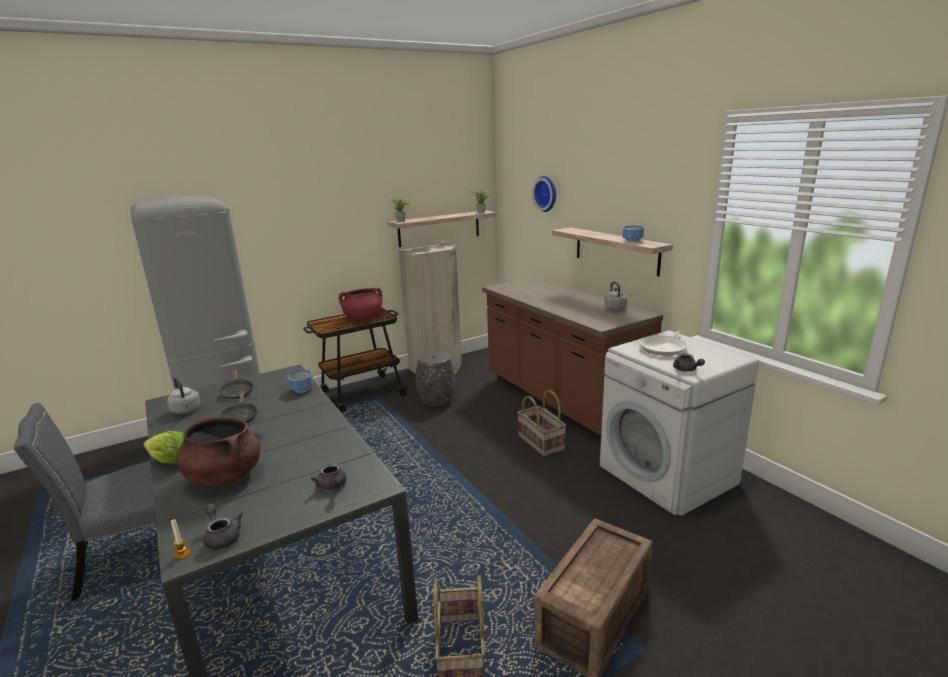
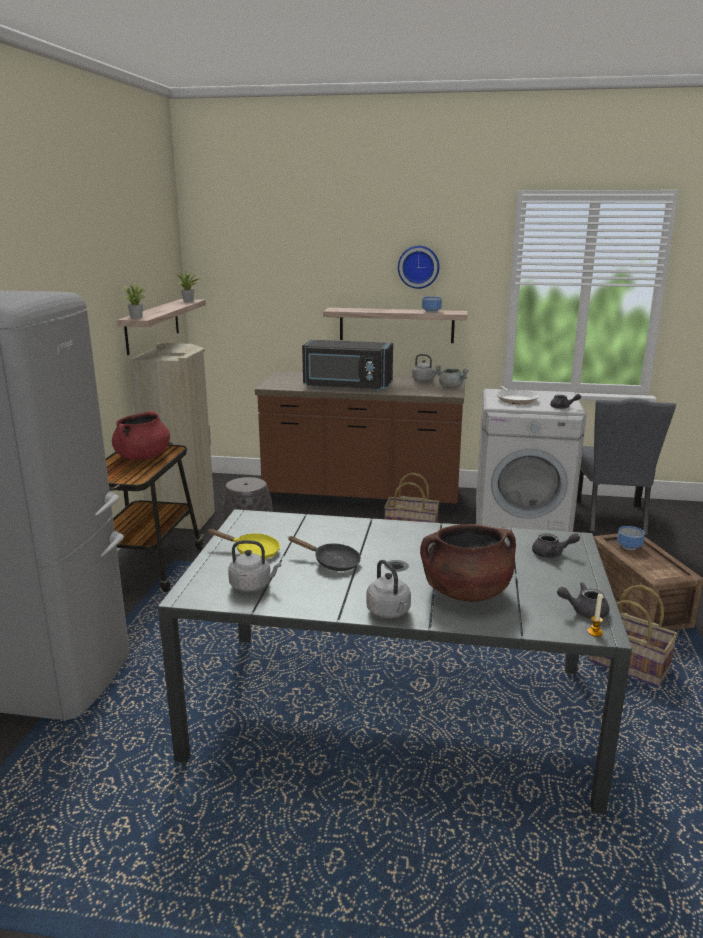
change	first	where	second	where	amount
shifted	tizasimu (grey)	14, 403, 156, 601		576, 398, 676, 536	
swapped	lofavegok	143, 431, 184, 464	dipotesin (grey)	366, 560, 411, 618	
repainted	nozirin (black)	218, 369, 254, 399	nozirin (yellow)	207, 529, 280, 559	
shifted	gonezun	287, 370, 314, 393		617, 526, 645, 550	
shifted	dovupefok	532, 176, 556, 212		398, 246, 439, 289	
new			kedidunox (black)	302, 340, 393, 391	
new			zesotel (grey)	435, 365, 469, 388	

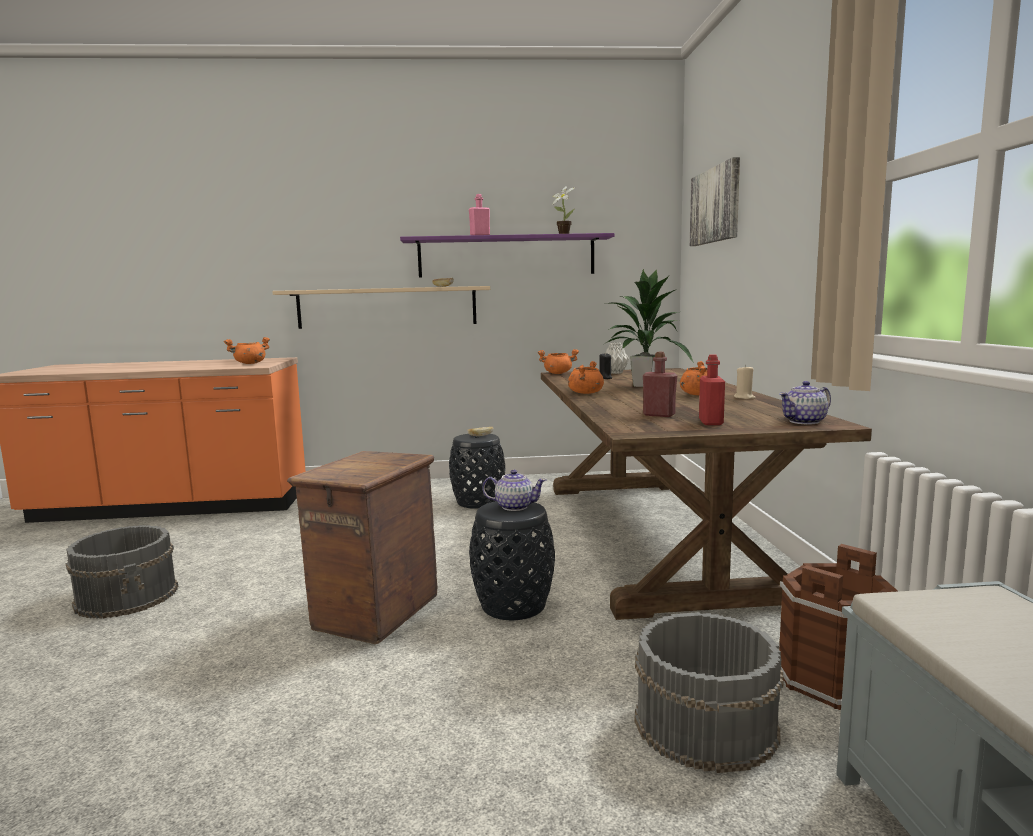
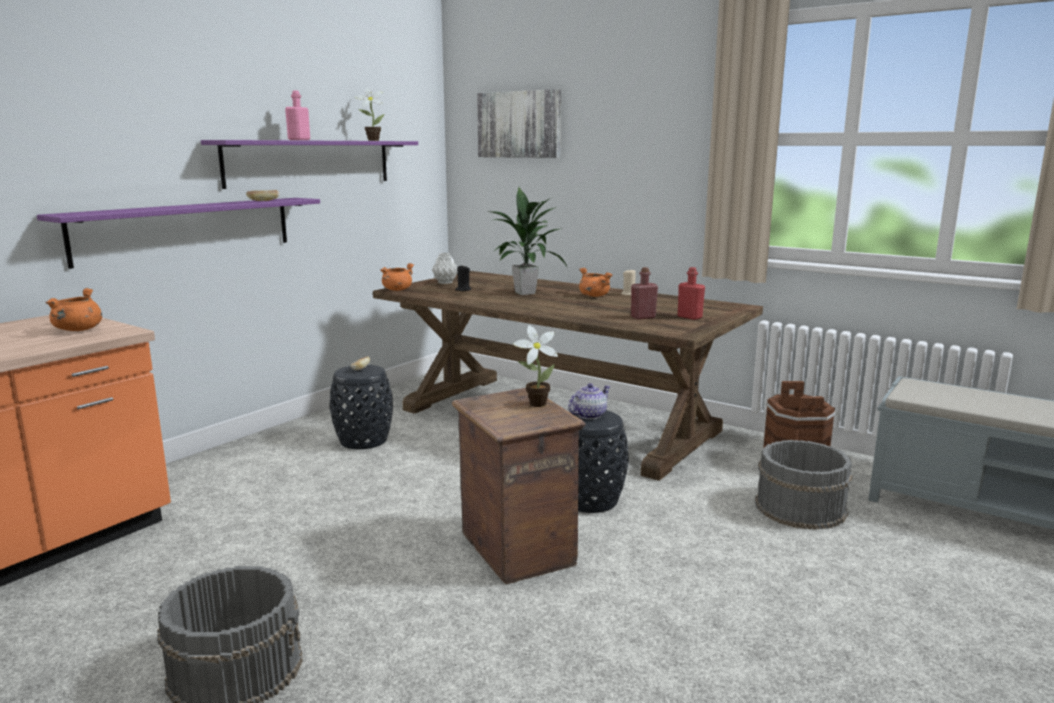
change	first	where	second	where	amount
repainted	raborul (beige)	272, 286, 490, 329	raborul (purple)	37, 198, 320, 269	
gone	zesotel (orange)	568, 361, 604, 394			
gone	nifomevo	779, 381, 831, 424			
new			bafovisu	513, 325, 558, 407	

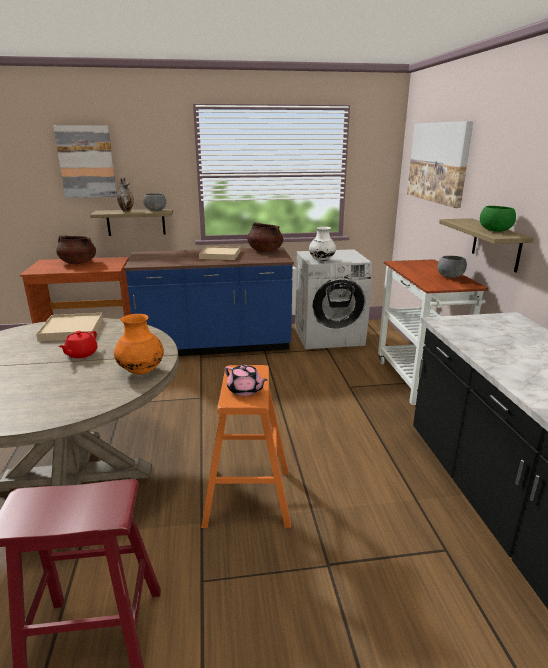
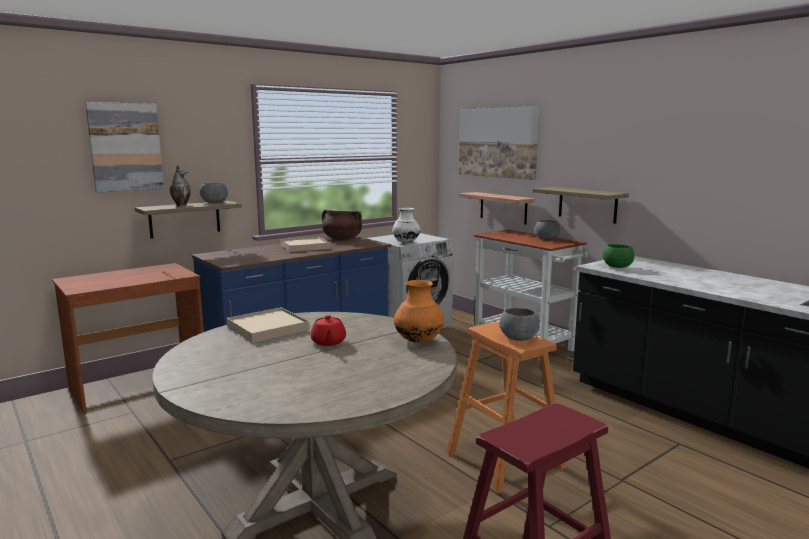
change	first	where	second	where	amount
gone	zesotel (brown)	56, 235, 96, 264			
swapped	nifomevo (pink)	225, 365, 268, 396	gonezun (grey)	499, 308, 540, 341	
shifted	gonezun (green)	480, 206, 516, 232		602, 244, 635, 268	
new			raborul	459, 192, 536, 225	

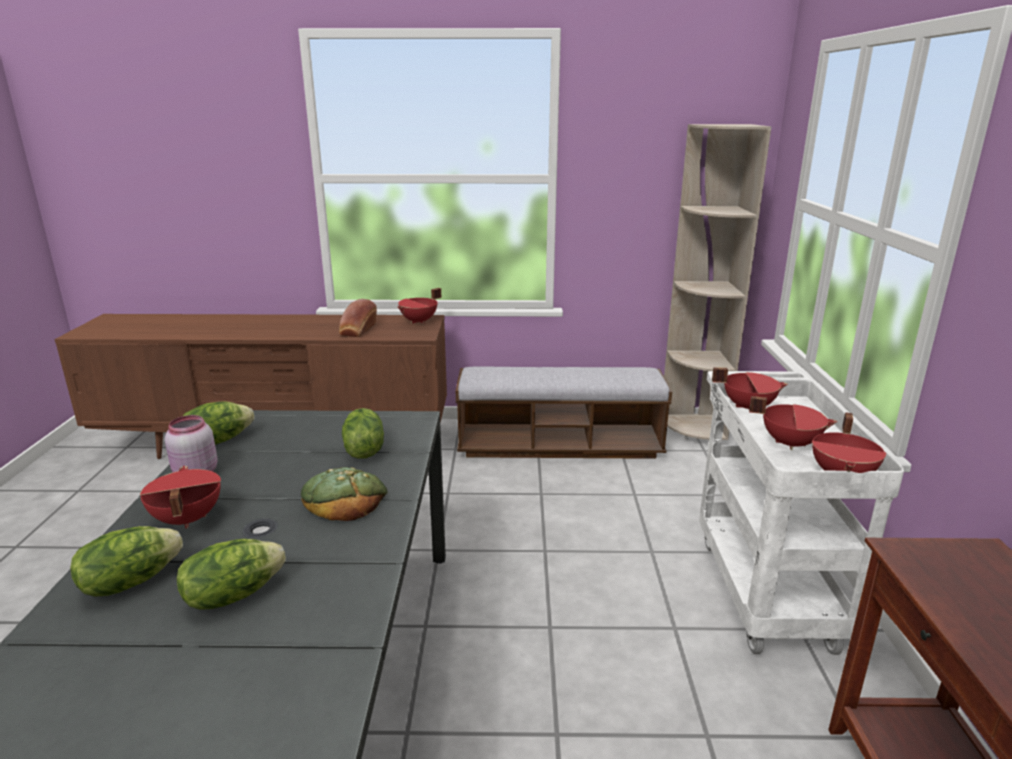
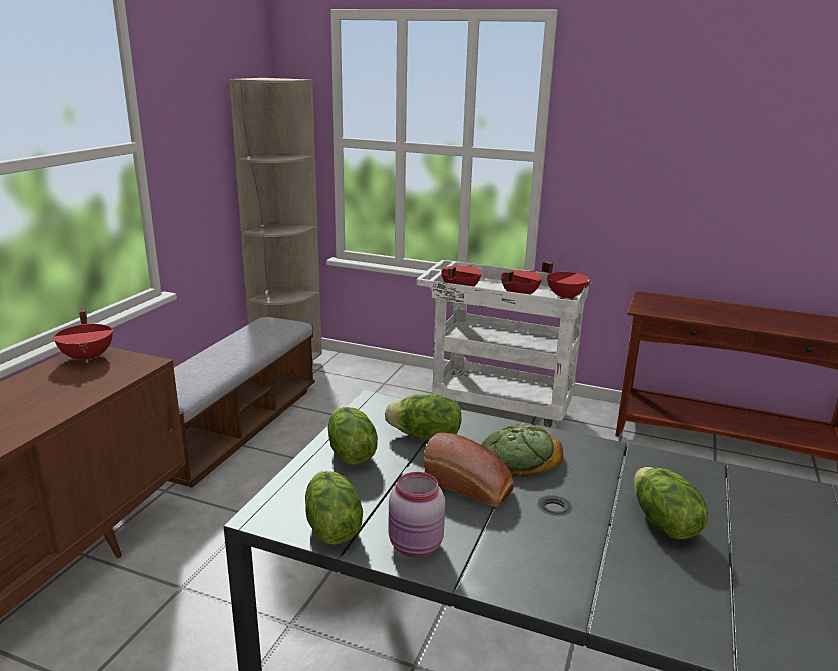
change	first	where	second	where	amount
shifted	lofavegok	70, 526, 183, 597		328, 407, 378, 465	
gone	zesotel (red)	140, 466, 221, 529			
shifted	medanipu	339, 299, 377, 337		423, 432, 514, 507	

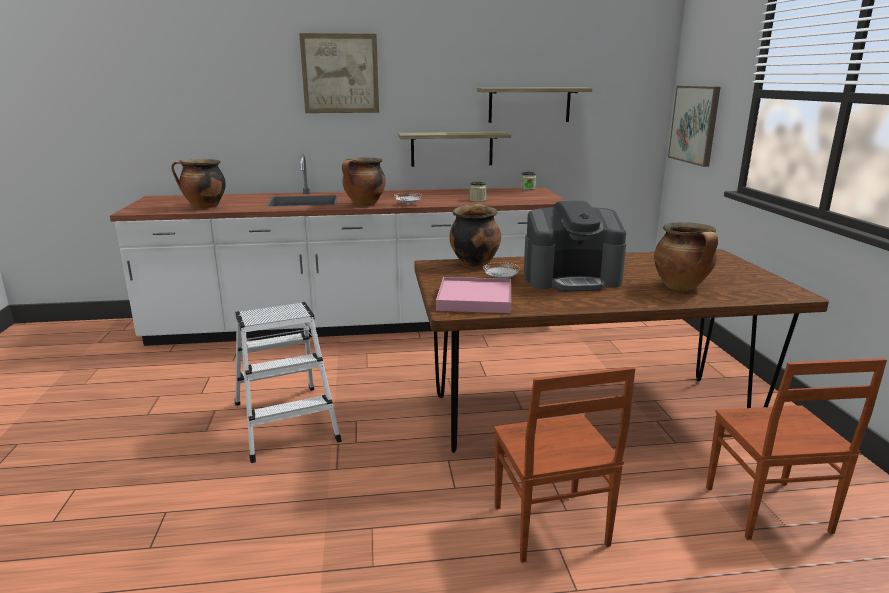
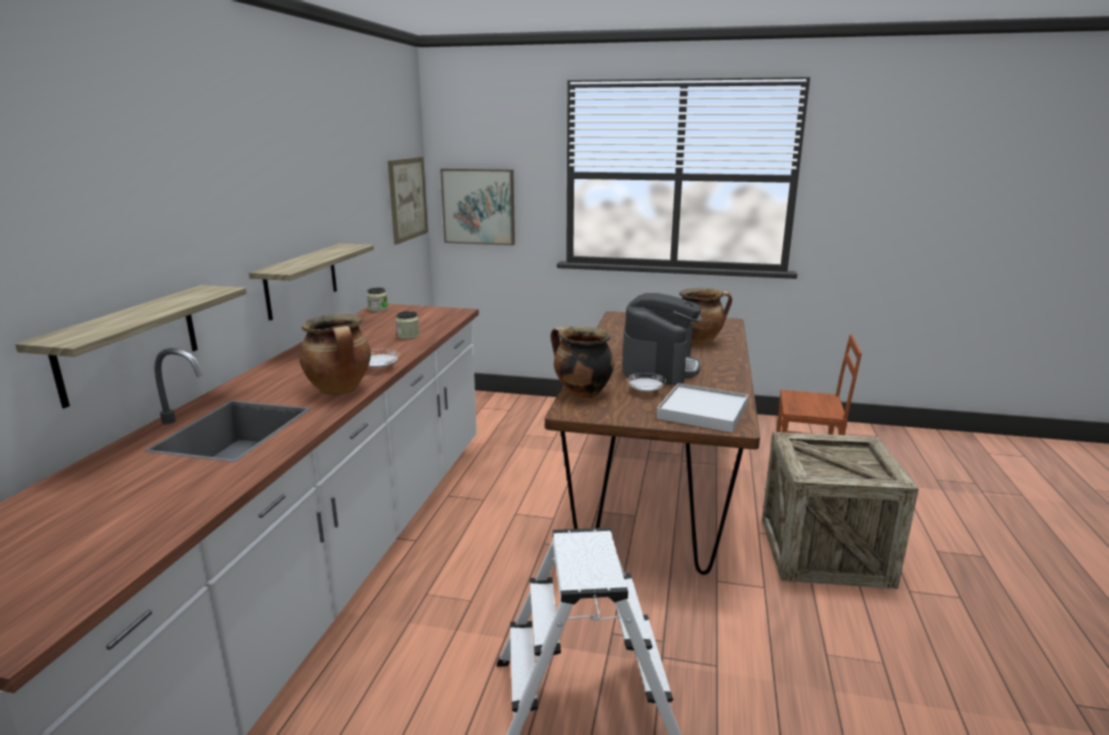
change	first	where	second	where	amount
gone	zesotel	171, 159, 226, 209			
shifted	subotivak	299, 33, 379, 113		388, 157, 428, 244	
repainted	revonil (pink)	436, 277, 511, 313	revonil (white)	656, 383, 748, 433	
shifted	raborul	477, 87, 592, 123		15, 285, 247, 408	
swapped	tizasimu (brown)	494, 367, 636, 563	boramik	762, 432, 919, 589	

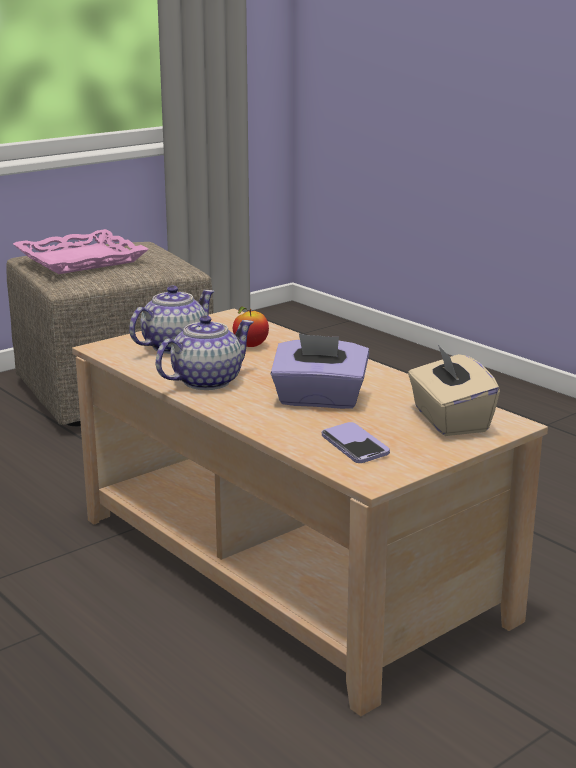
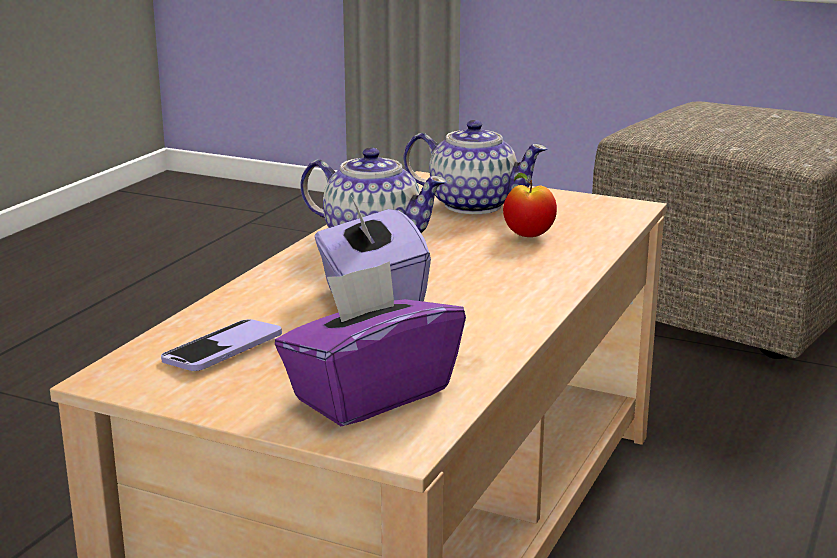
change	first	where	second	where	amount
gone	revonil (pink)	13, 229, 149, 274			
repainted	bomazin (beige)	408, 344, 500, 436	bomazin (purple)	275, 261, 466, 426	

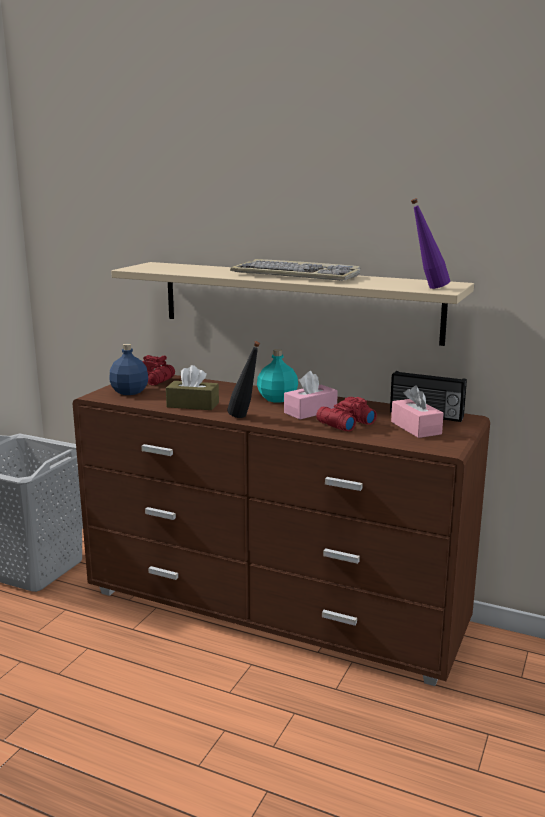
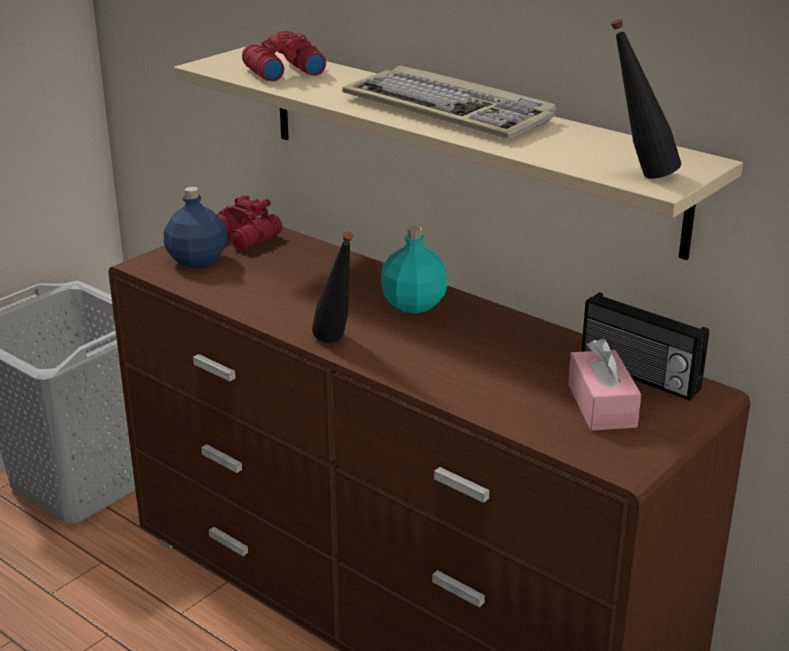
change	first	where	second	where	amount
gone	bomazin (brown)	166, 365, 219, 410			
gone	bomazin (pink)	284, 371, 338, 419			
shifted	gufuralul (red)	316, 397, 377, 431		242, 31, 326, 82	
repainted	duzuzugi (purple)	411, 198, 450, 289	duzuzugi (black)	610, 19, 681, 179	

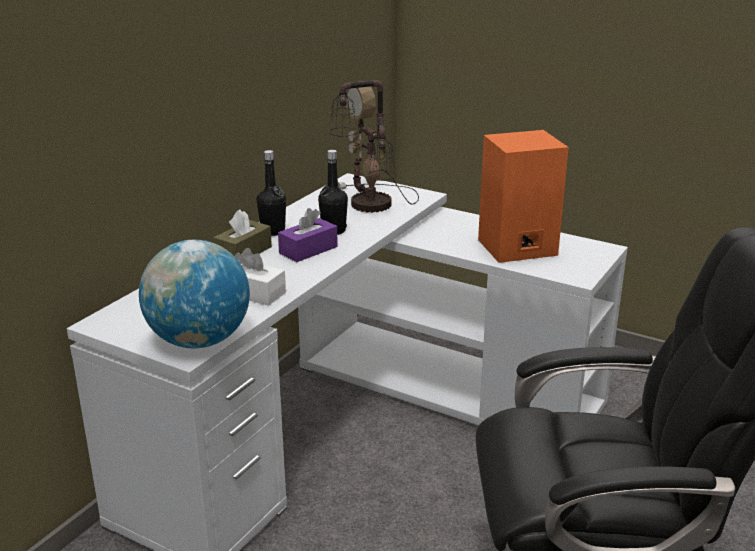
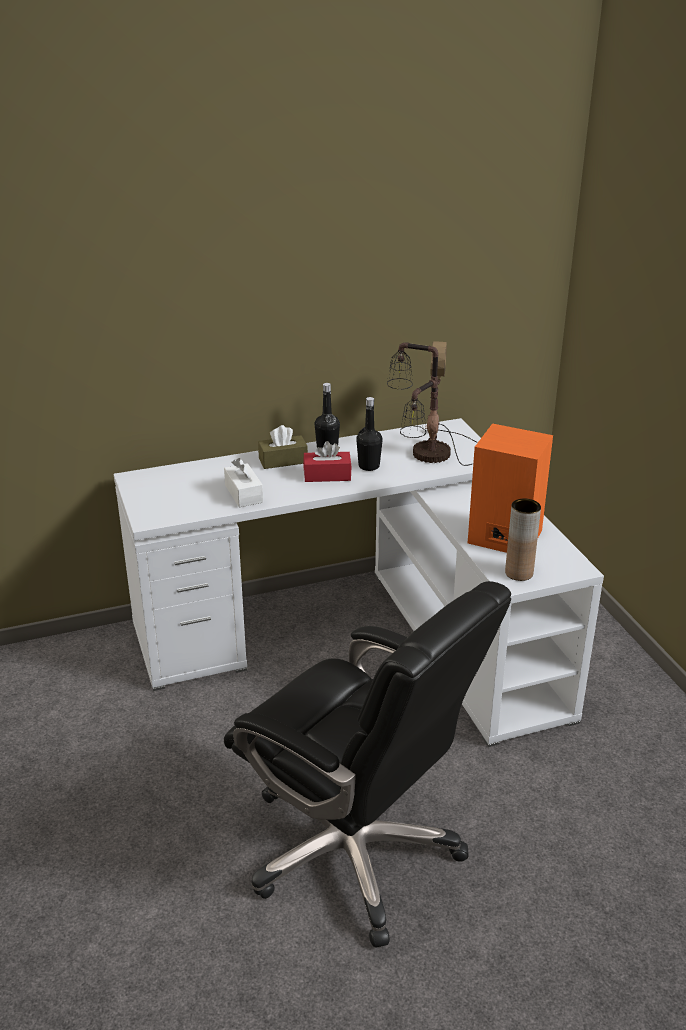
change	first	where	second	where	amount
gone	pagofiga	139, 240, 250, 348			
repainted	bomazin (purple)	278, 208, 338, 262	bomazin (red)	303, 441, 352, 482	
new			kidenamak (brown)	505, 499, 541, 581	

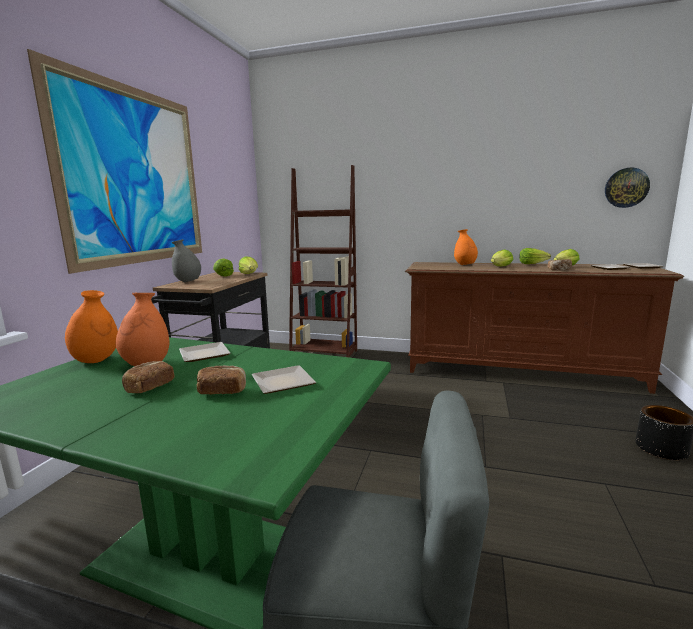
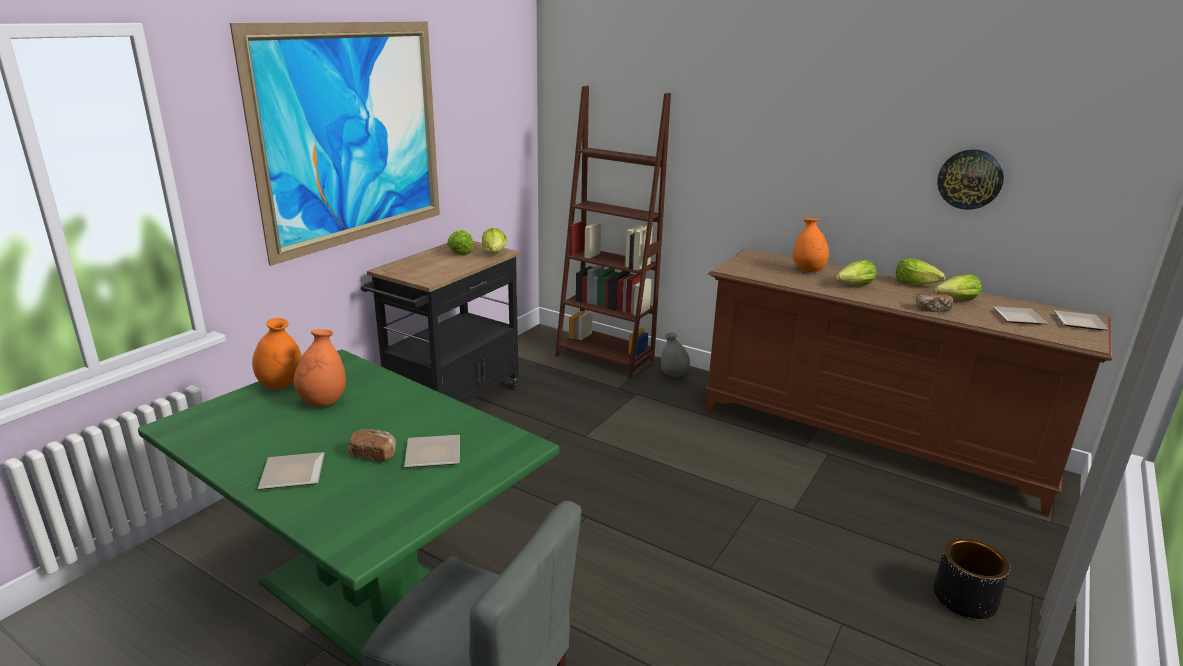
change	first	where	second	where	amount
gone	medanipu	122, 361, 174, 393			
shifted	kidenamak (grey)	172, 239, 201, 282		661, 332, 690, 377	
shifted	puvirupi	179, 342, 231, 362		258, 452, 325, 490	
shifted	dovupefok	605, 167, 650, 208		937, 149, 1004, 210	

